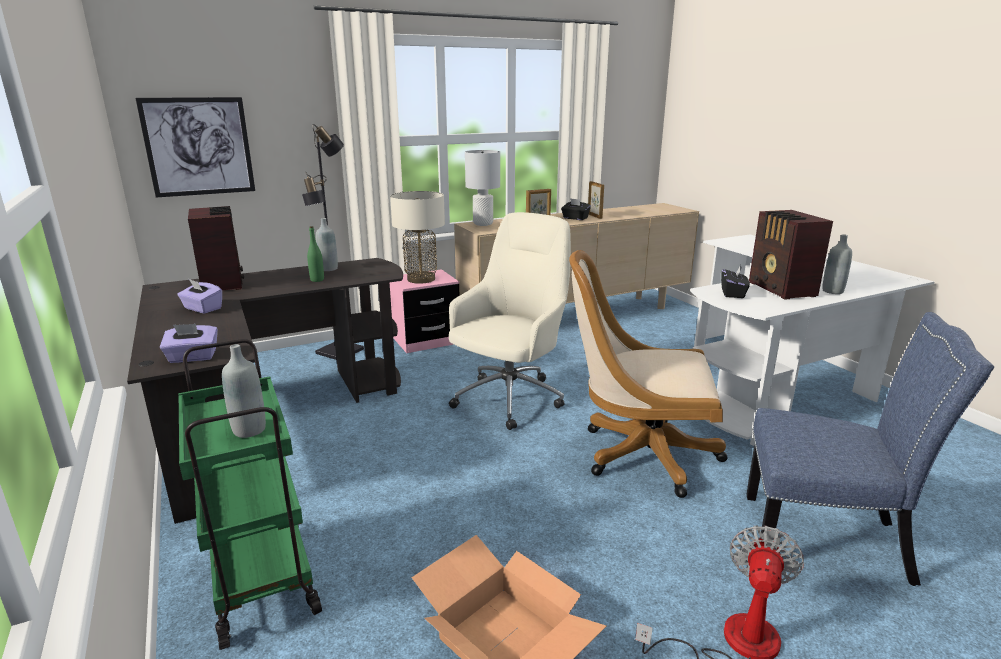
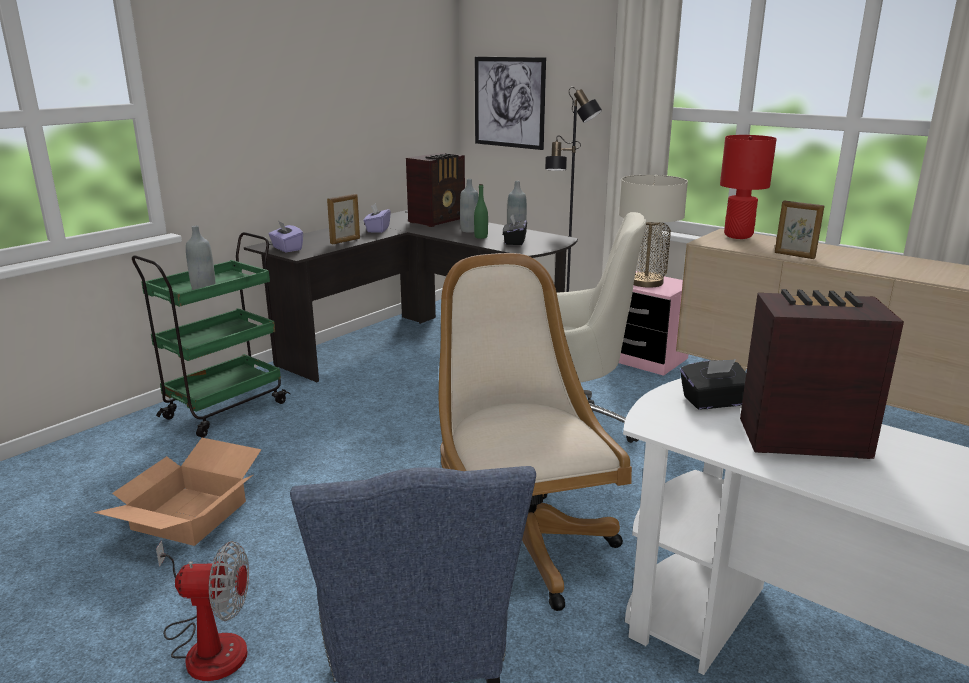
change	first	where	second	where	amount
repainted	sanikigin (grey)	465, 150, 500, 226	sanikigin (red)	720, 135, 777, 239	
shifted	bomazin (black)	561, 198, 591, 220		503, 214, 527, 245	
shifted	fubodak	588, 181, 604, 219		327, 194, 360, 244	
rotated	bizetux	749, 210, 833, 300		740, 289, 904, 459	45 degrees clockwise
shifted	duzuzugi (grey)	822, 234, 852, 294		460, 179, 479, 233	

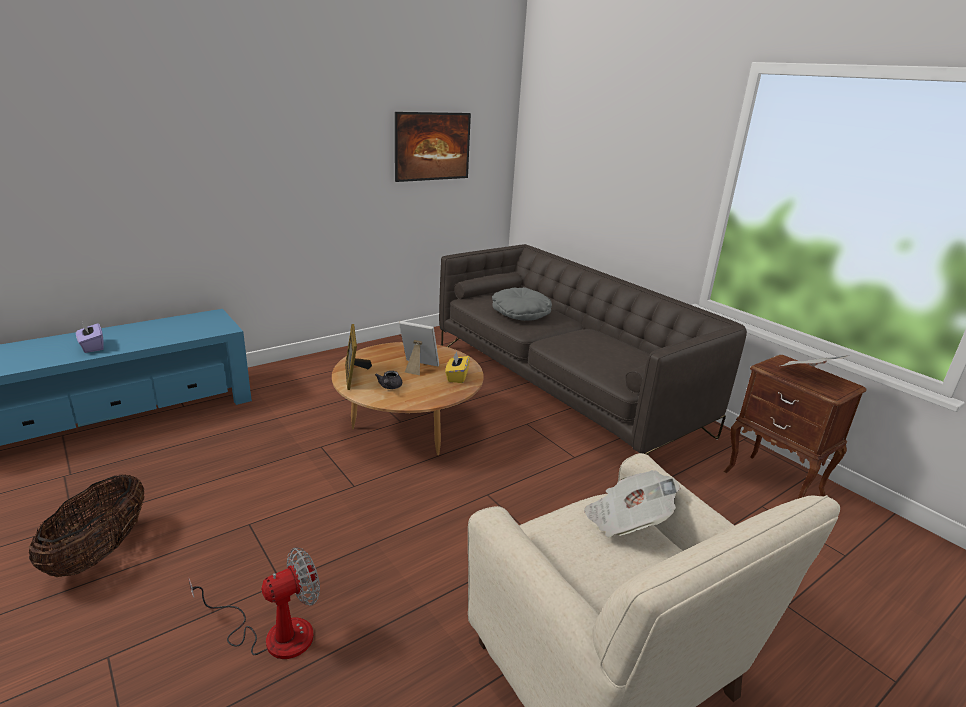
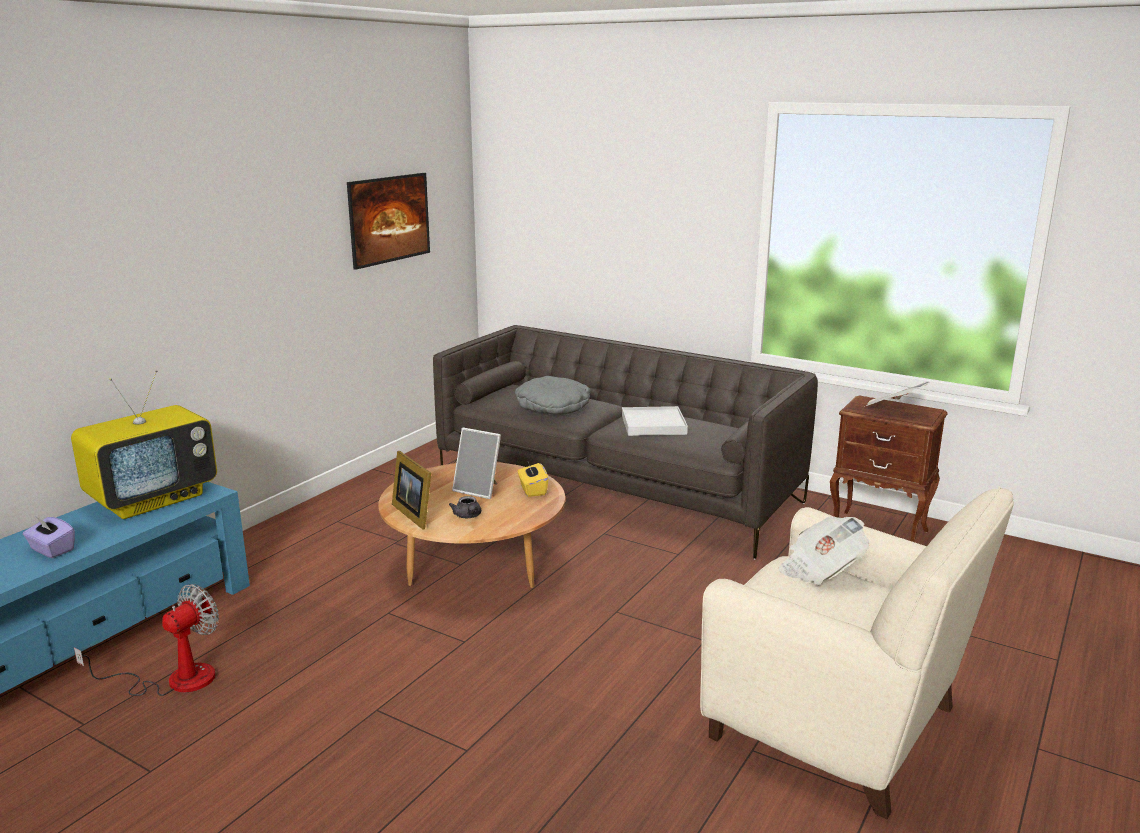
change	first	where	second	where	amount
gone	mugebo	29, 474, 144, 577			
shifted	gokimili	188, 548, 320, 659		74, 584, 219, 696	
rotated	fubodak	399, 321, 439, 375		452, 428, 501, 499	150 degrees counterclockwise
new			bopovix	71, 370, 217, 519	
new			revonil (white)	622, 406, 688, 436	

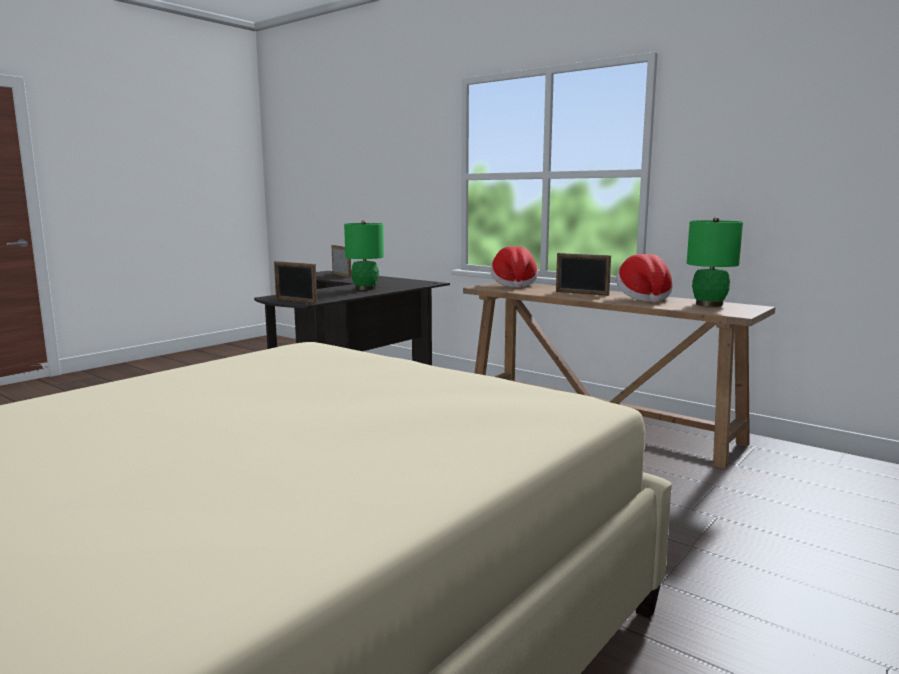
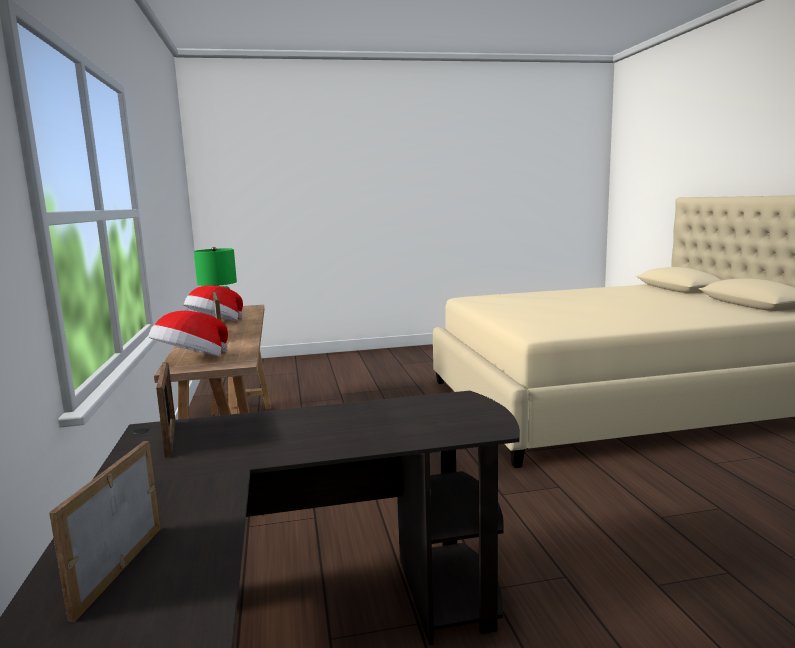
change	first	where	second	where	amount
shifted	fubodak	274, 261, 317, 304		156, 362, 176, 458	
gone	sanikigin (green)	344, 220, 384, 290			

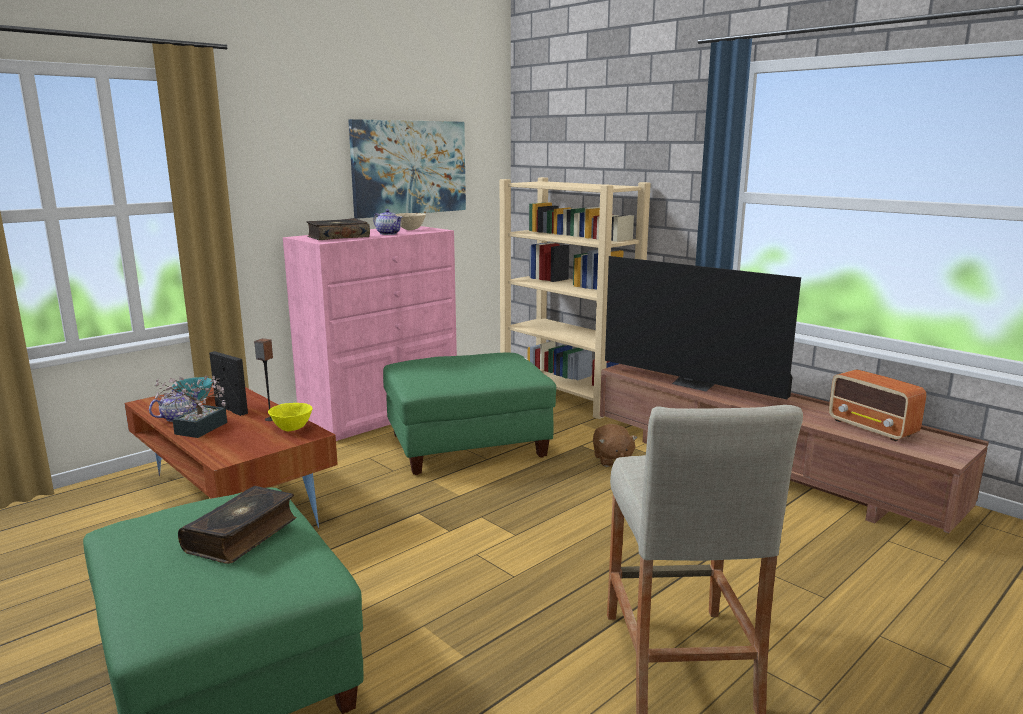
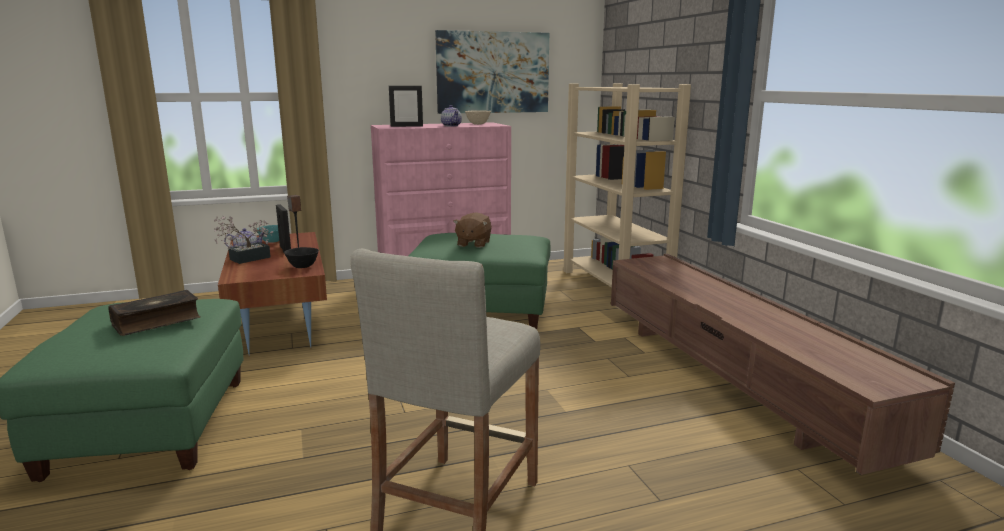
change	first	where	second	where	amount
repainted	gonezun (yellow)	268, 403, 313, 431	gonezun (black)	284, 247, 319, 268	
swapped	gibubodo	306, 218, 370, 240	fubodak	389, 86, 423, 127	
shifted	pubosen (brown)	593, 424, 638, 467		453, 212, 492, 248	
gone	bopovix	605, 256, 801, 399			
gone	bizetux	829, 369, 926, 441			

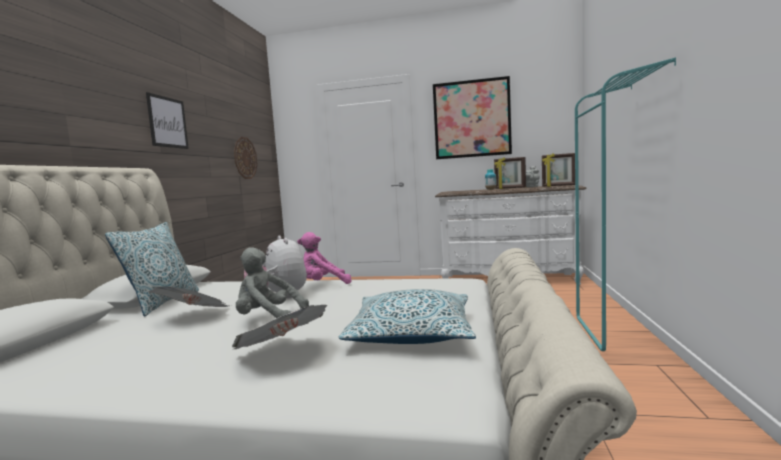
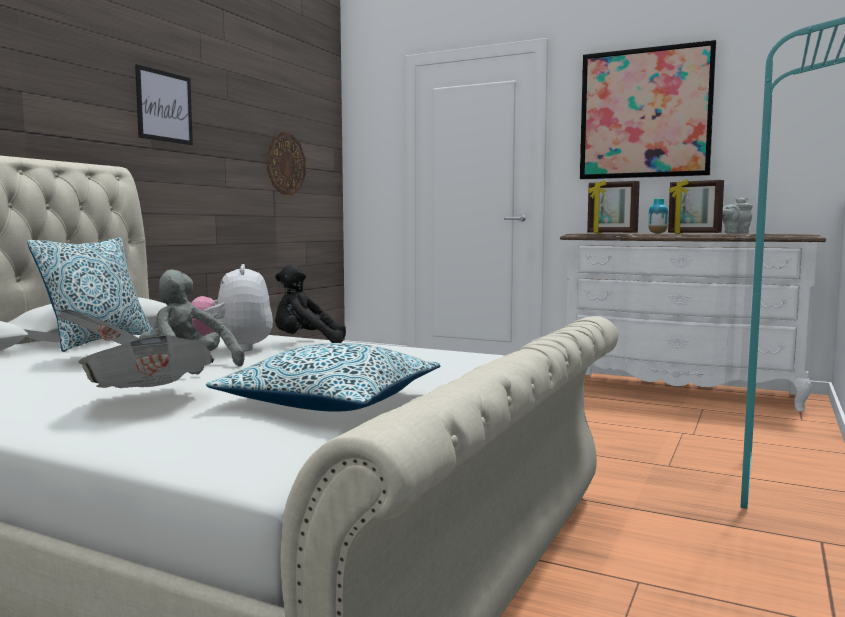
change	first	where	second	where	amount
repainted	pubosen (pink)	297, 232, 351, 284	pubosen (black)	275, 264, 346, 343	
shifted	fubodak	542, 153, 575, 187		587, 180, 640, 233	

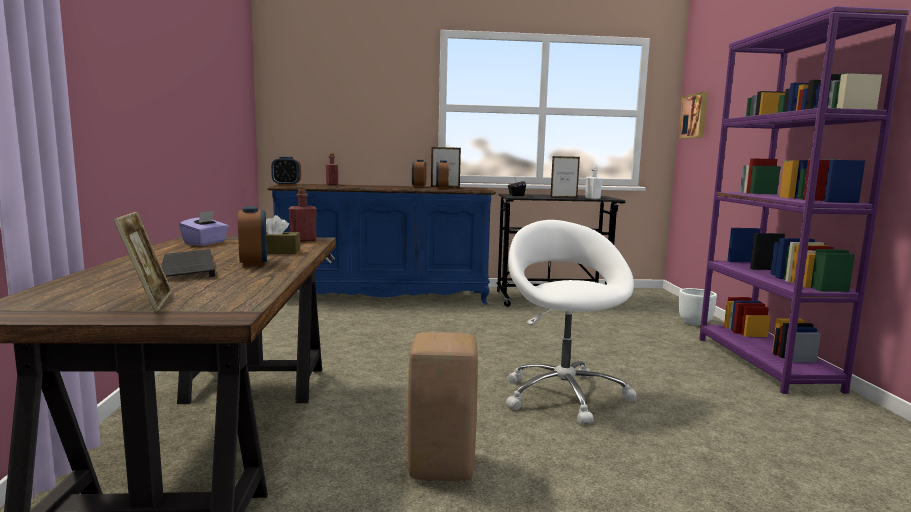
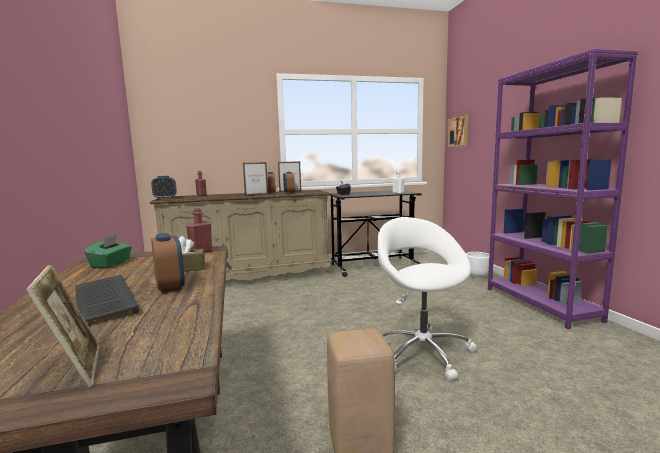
change	first	where	second	where	amount
repainted	bomazin (purple)	179, 211, 229, 246	bomazin (green)	84, 234, 132, 269	
repainted	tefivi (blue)	267, 184, 496, 305	tefivi (beige)	150, 190, 331, 281	
shifted	fubodak	550, 156, 580, 198		243, 162, 268, 196	

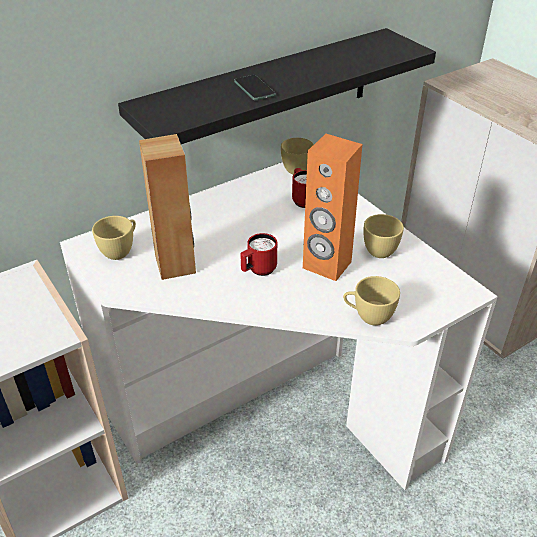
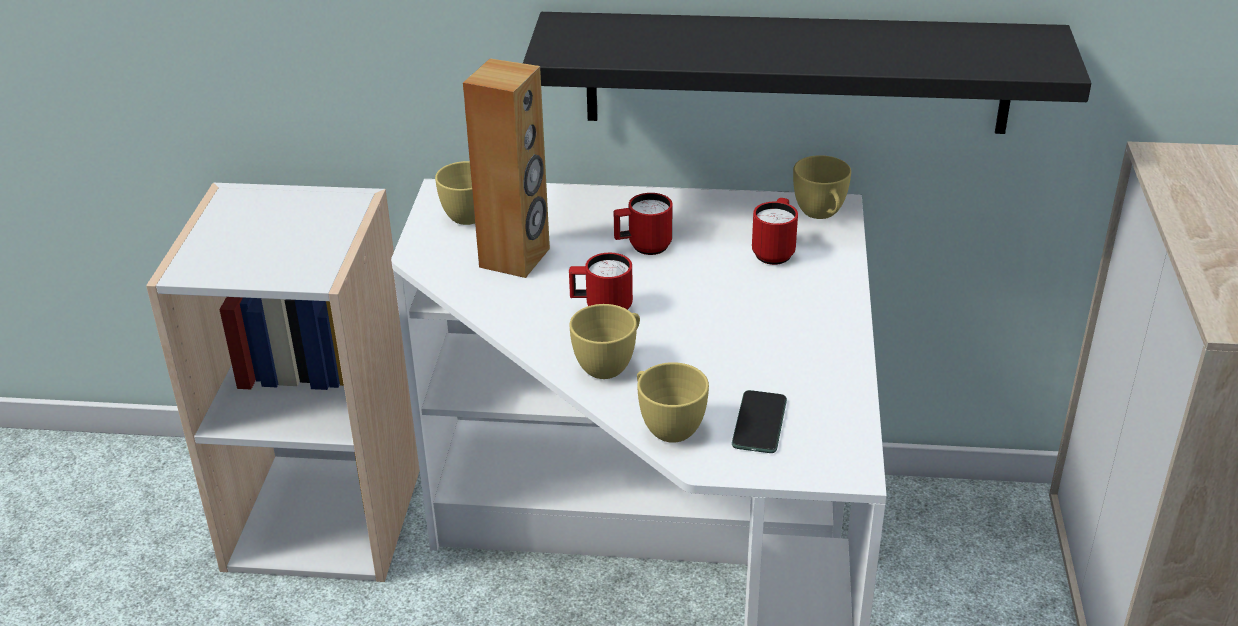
change	first	where	second	where	amount
shifted	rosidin	234, 75, 276, 101		732, 390, 787, 453	
gone	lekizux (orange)	303, 134, 362, 281			
shifted	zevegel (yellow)	363, 214, 404, 258		569, 304, 640, 379	
new			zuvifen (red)	614, 193, 672, 255	

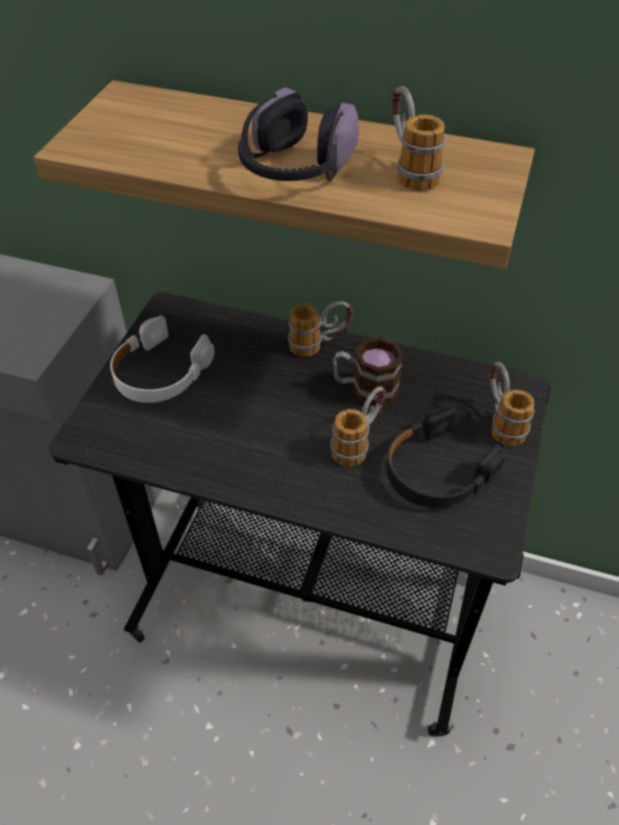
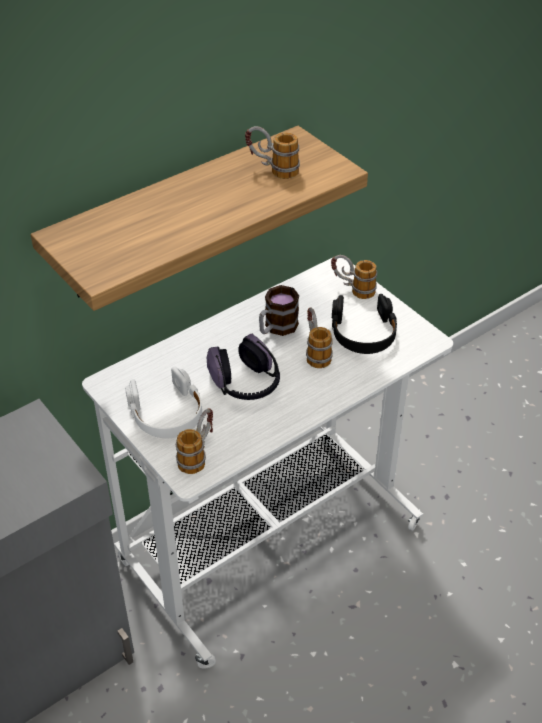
change	first	where	second	where	amount
repainted	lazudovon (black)	49, 292, 550, 737	lazudovon (white)	82, 258, 453, 669	
shifted	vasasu	238, 87, 359, 181		207, 334, 280, 400	
shifted	zuvifen	288, 301, 353, 357		176, 408, 213, 474	

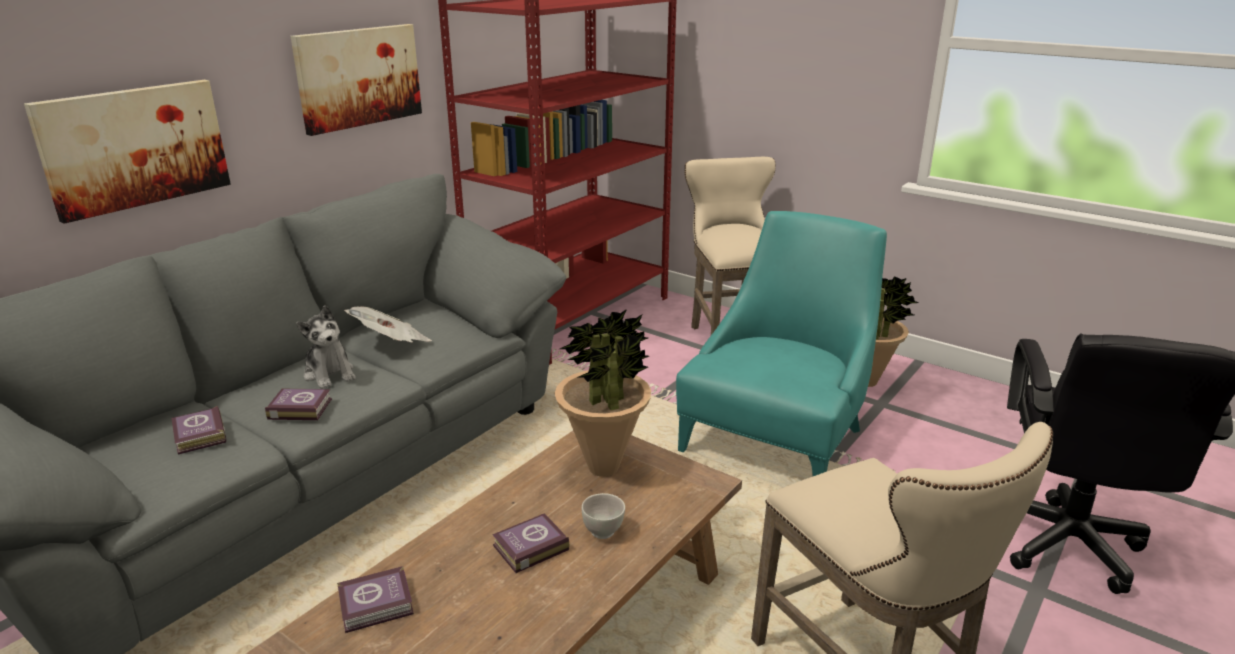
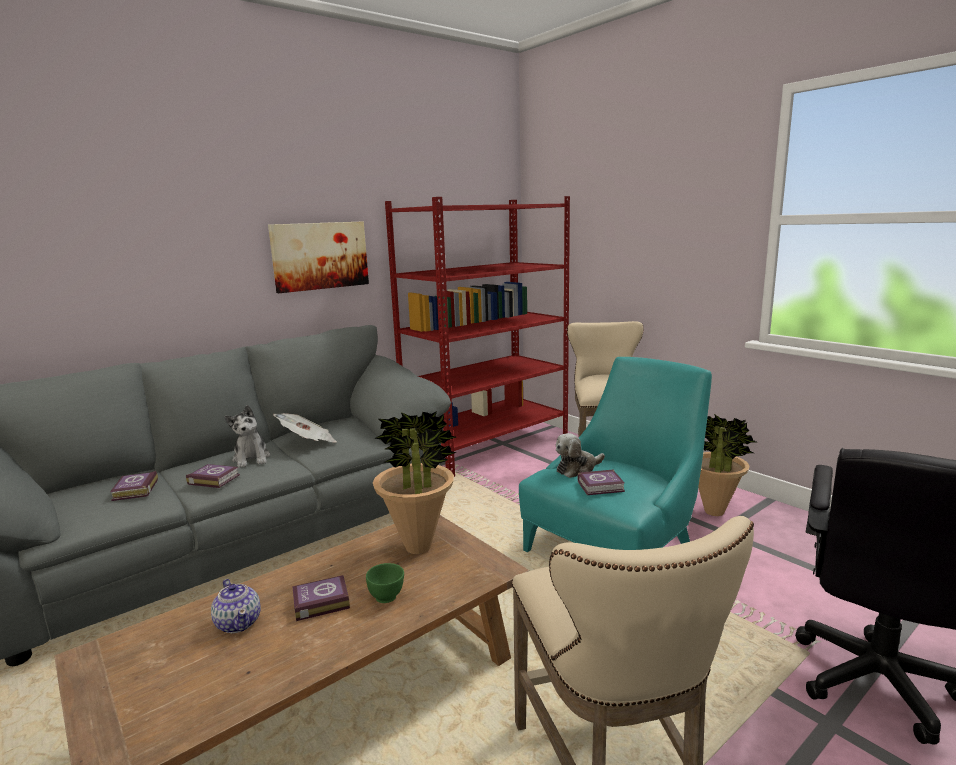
change	first	where	second	where	amount
gone	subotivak	24, 80, 231, 224			
shifted	gibubodo	337, 566, 414, 633		578, 469, 625, 495	
repainted	gonezun (white)	582, 493, 625, 539	gonezun (green)	366, 563, 404, 603	
new			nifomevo	211, 579, 261, 633	
new			pubosen	556, 433, 605, 478	

